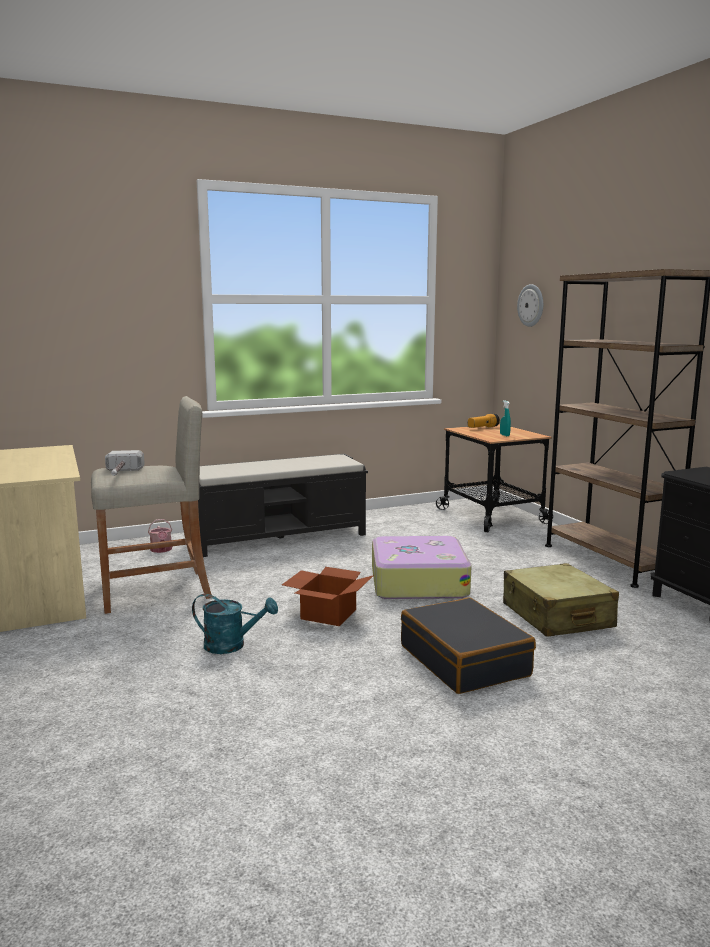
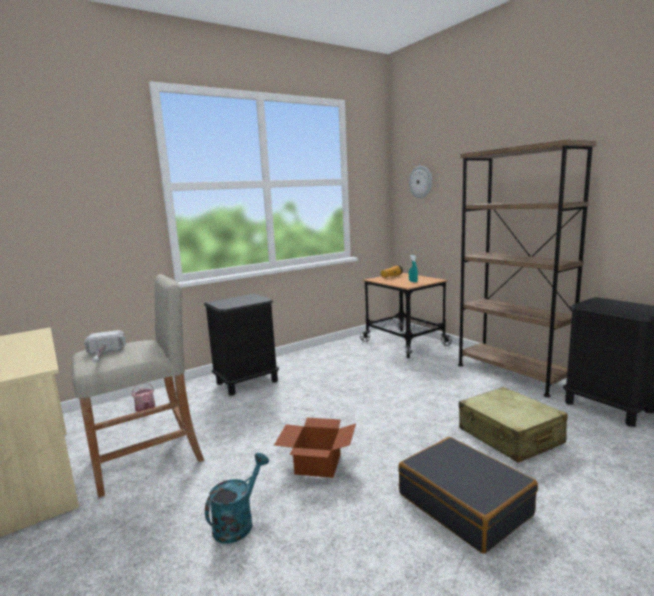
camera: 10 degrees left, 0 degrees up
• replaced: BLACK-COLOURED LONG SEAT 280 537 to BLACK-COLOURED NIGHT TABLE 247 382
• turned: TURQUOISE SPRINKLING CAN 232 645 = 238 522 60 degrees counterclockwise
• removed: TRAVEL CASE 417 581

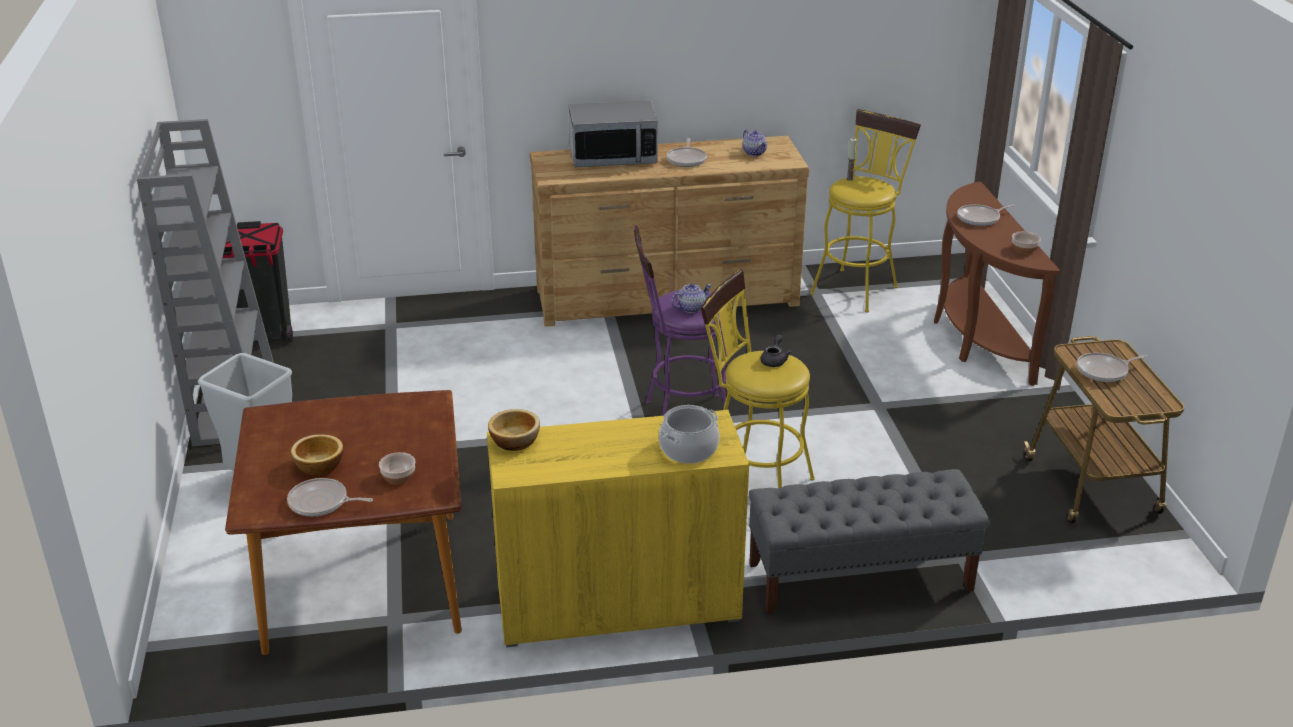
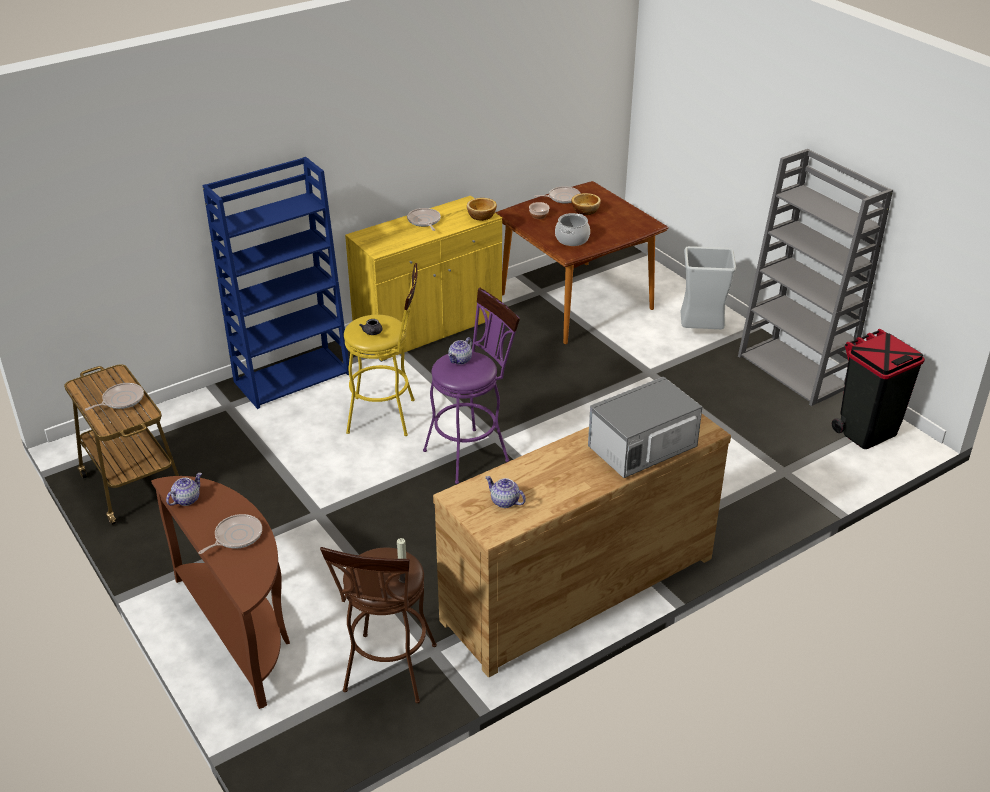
camera: 155 degrees right, 5 degrees up
• replaced: BOWL 1024 249 to TEA POT 186 499
• replaced: GREYISH LONG SEAT 859 577 to BLUE BOOKSHELF 293 377
• recoloured: YELLOWISH SITTING STOOL 857 287 to BROWN SITTING STOOL 388 674
• moved: SKILLET 687 159 to 424 221
• moved: STOCKPOT 688 450 to 572 239

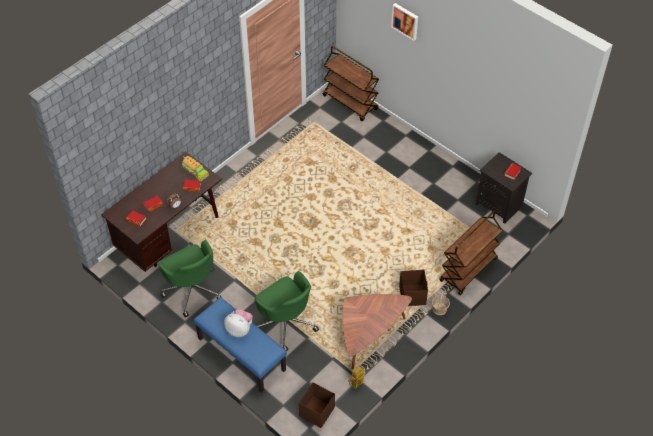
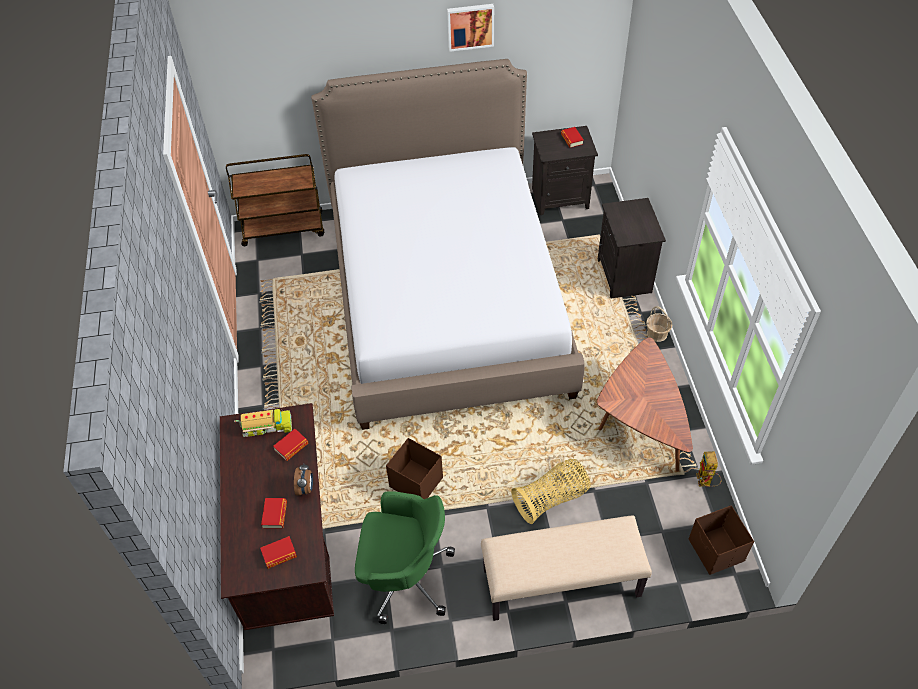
camera: 50 degrees left, 0 degrees up
• added: SLEEPING BED 447 299
• moved: BROWN STORAGE CONTAINER 412 295 to 415 482
• moved: PICTURE 405 21 to 470 26
• recoloured: BLUE LONG SEAT 241 354 to BEIGE-COLOURED LONG SEAT 561 583
• replaced: GREEN DESK CHAIR 286 322 to HOUSEHOLD BASKET 551 498
• replaced: BROWN TROLLEY 468 271 to BLACK-COLOURED NIGHT TABLE 625 276
• removed: PLUSH TOY 239 329

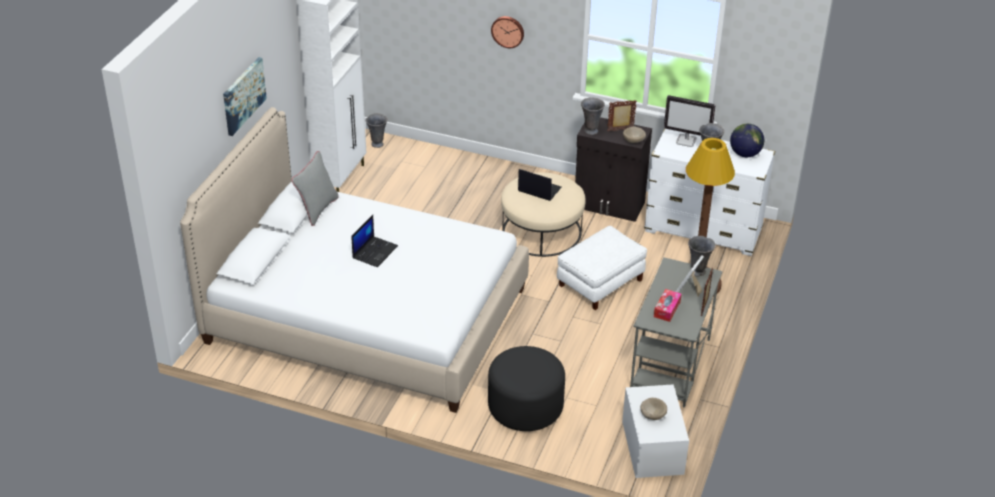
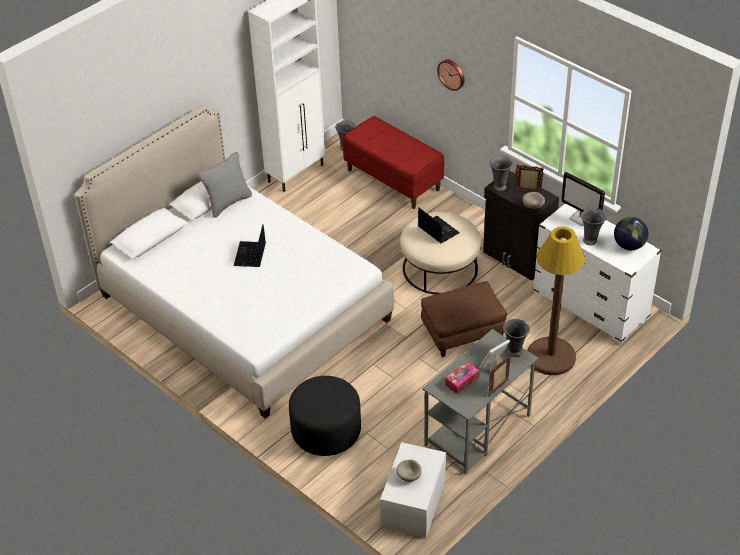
camera: 25 degrees right, 5 degrees up
• turned: NOTEBOOK COMPUTER 375 251 = 250 255 135 degrees clockwise
• added: RED-COLOURED LONG SEAT 393 180
• recoloured: WHITE OTTOMAN 600 282 to BROWN OTTOMAN 463 331
• removed: PICTURE 243 95

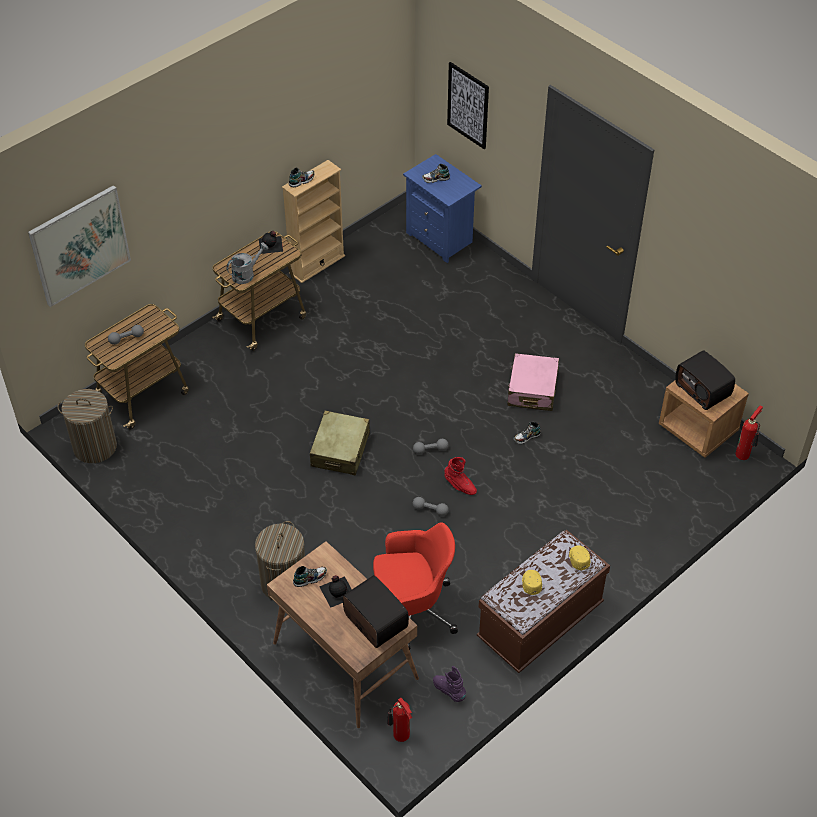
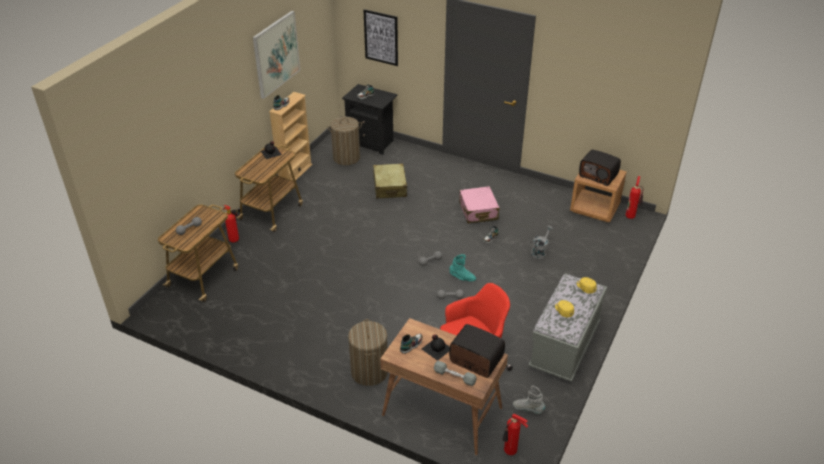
camera: 20 degrees left, 10 degrees down
• added: FIRE-FIGHTING CYLINDER 236 240
• moved: PICTURE 80 245 to 276 54
• moved: LAUNDRY BASKET 95 447 to 346 157
• recoloured: BLUE NIGHT TABLE 441 238 to BLACK-COLOURED NIGHT TABLE 372 142
• moved: BEIGE-COLOURED TRAVEL CASE 340 450 to 390 187
• added: GREYISH FREE WEIGHT 454 377
• recoloured: RED-COLOURED HIGH-TOP BOOT 460 486 to TURQUOISE HIGH-TOP BOOT 462 278
• recoloured: PURPLISH HIGH-TOP BOOT 449 691 to GREYISH HIGH-TOP BOOT 528 409
• recoloured: BROWN LONG SEAT 540 622 to GREYISH LONG SEAT 564 346
• moved: GREYISH SPRINKLING CAN 246 274 to 540 251

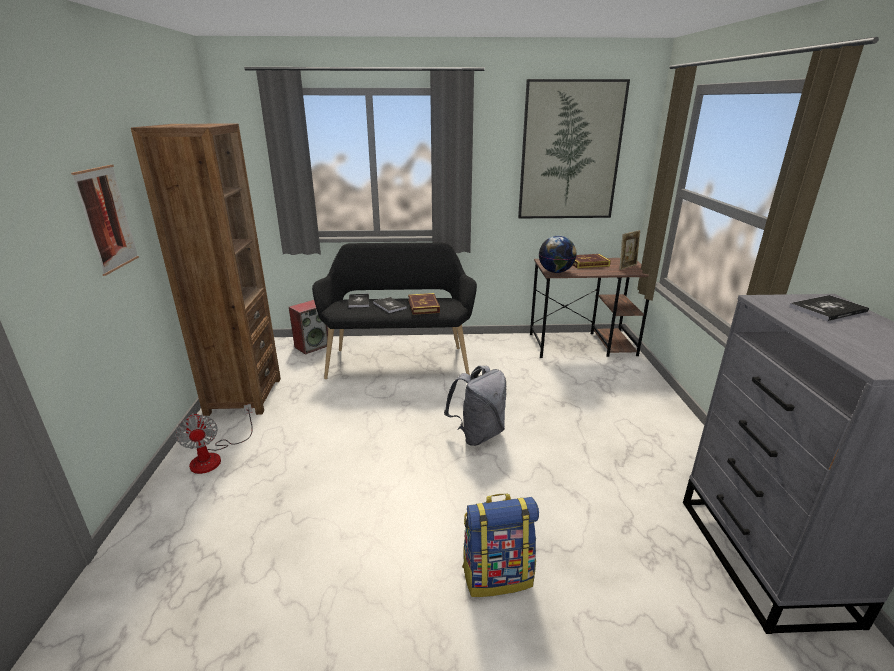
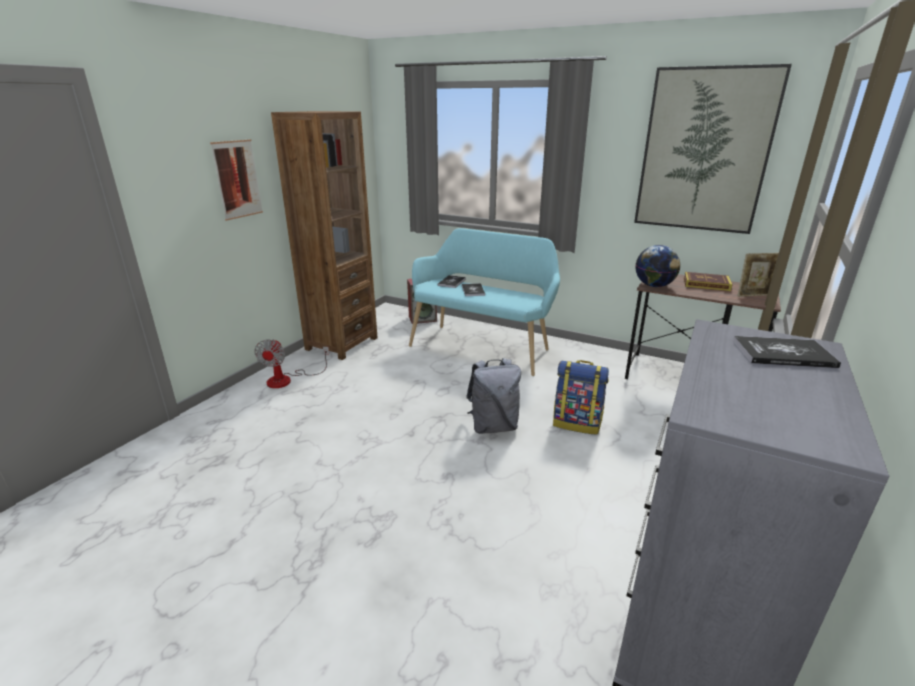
camera: 30 degrees right, 0 degrees up
• recoloured: BLACK-COLOURED LONG SEAT 399 360 to TURQUOISE LONG SEAT 483 346
• moved: RUCKSACK 497 575 to 577 423
• removed: BOOK 423 306

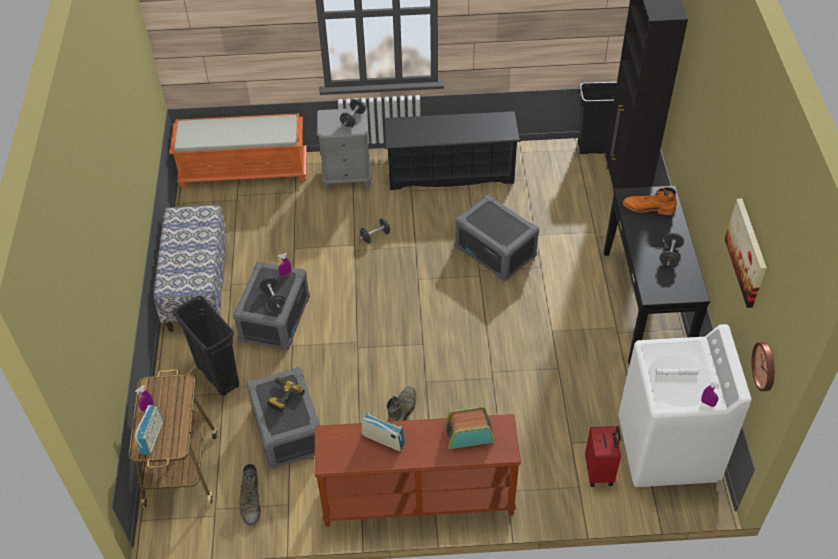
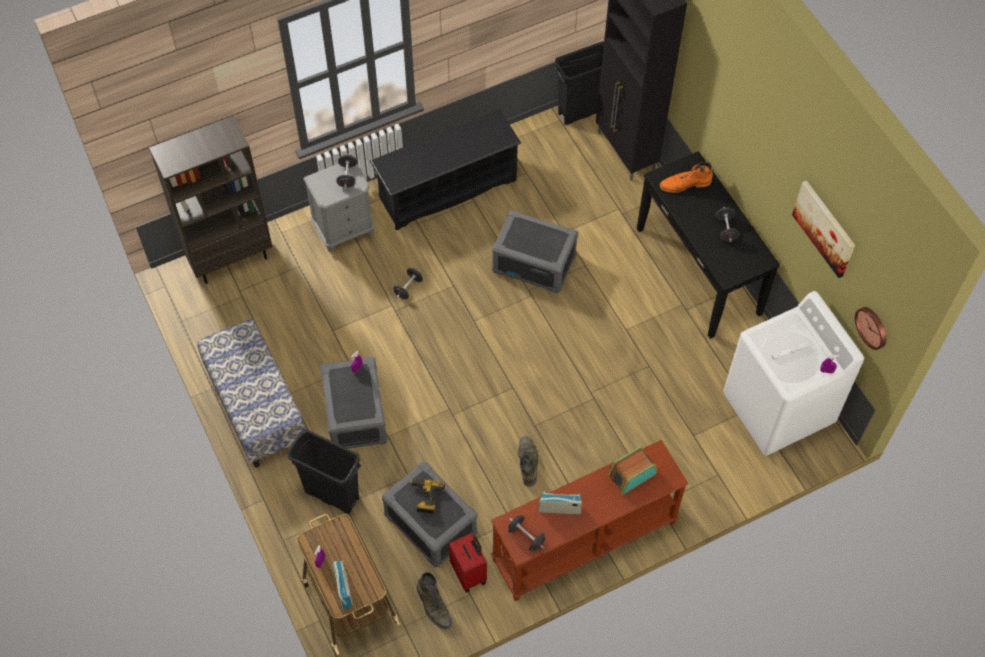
camera: 25 degrees left, 10 degrees up
• replaced: ORANGE-COLOURED LONG SEAT 244 170 to BROWN BOOKSHELF 231 258
• moved: RED-COLOURED TRAVEL CASE 600 471 to 469 573
• moved: BLACK-COLOURED FREE WEIGHT 273 298 to 526 537

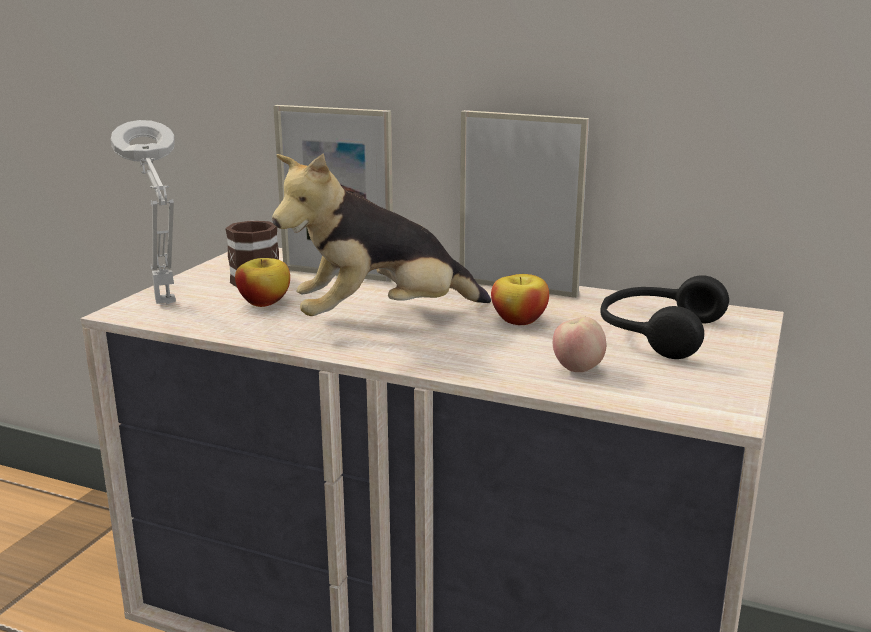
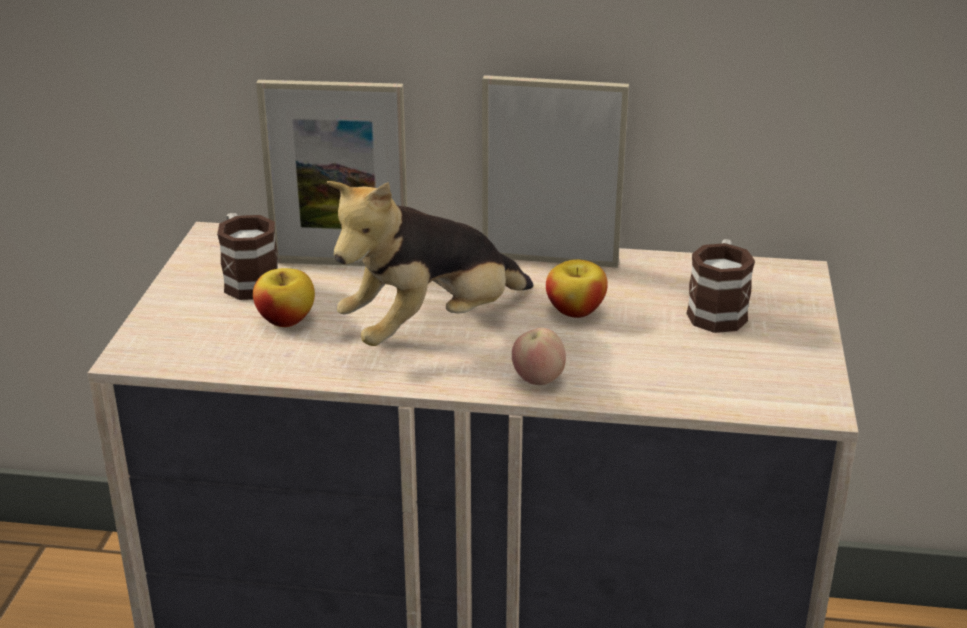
camera: 15 degrees left, 10 degrees up
• moved: WHOLE APPLE 578 369 to 538 380
• replaced: BLACK-COLOURED HEADPHONES 656 333 to TEA MUG 718 310
• removed: GREYISH TABLE LAMP 166 305

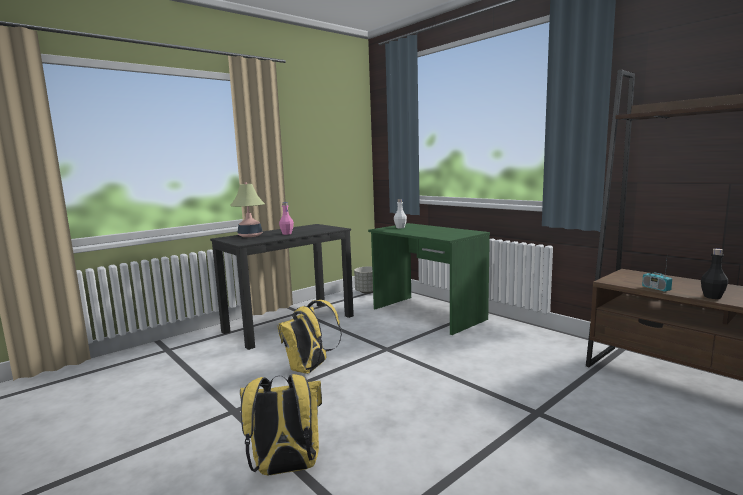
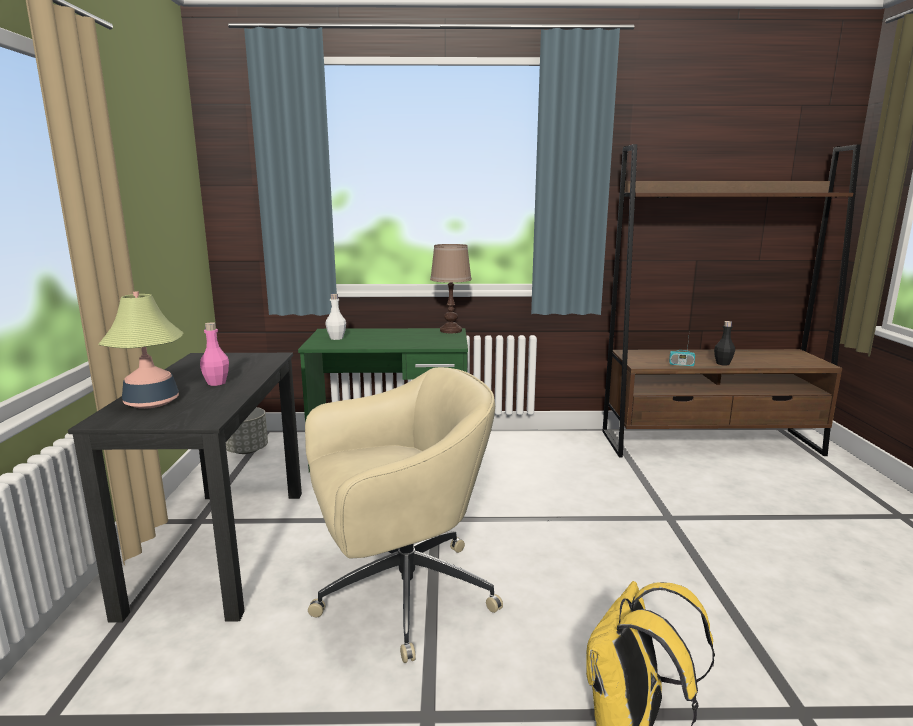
camera: 50 degrees left, 5 degrees up
• replaced: YELLOWISH RUCKSACK 310 369 to BEIGE-COLOURED DESK CHAIR 400 594
• added: BROWN TABLE LAMP 451 331

